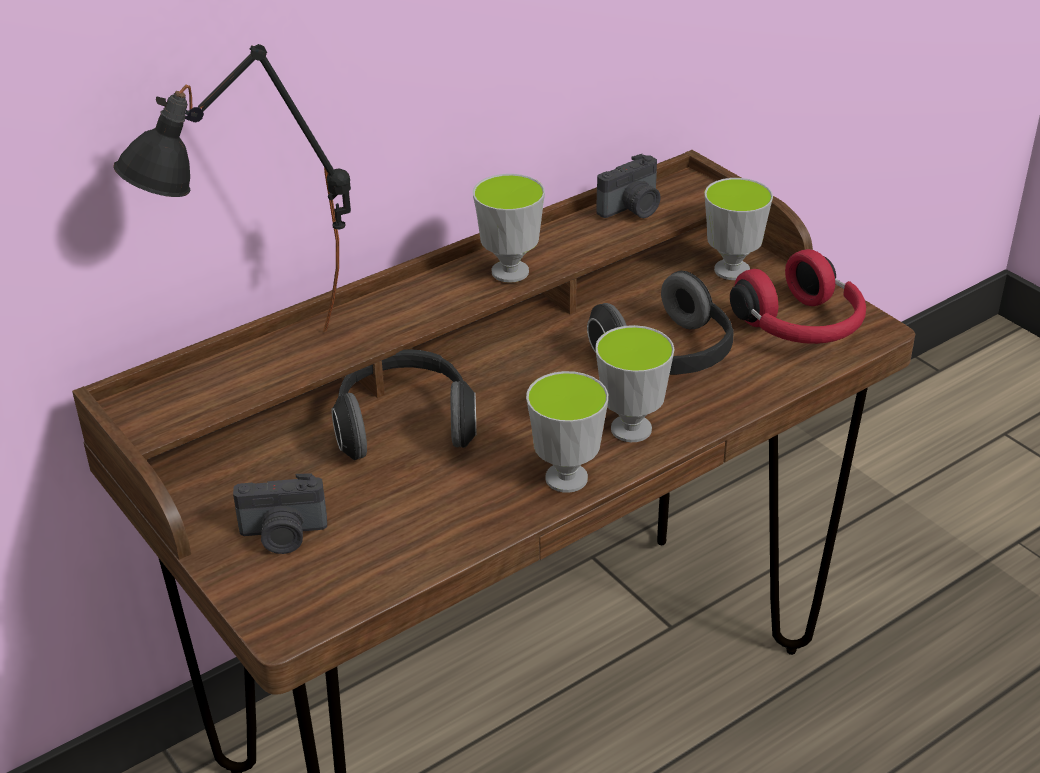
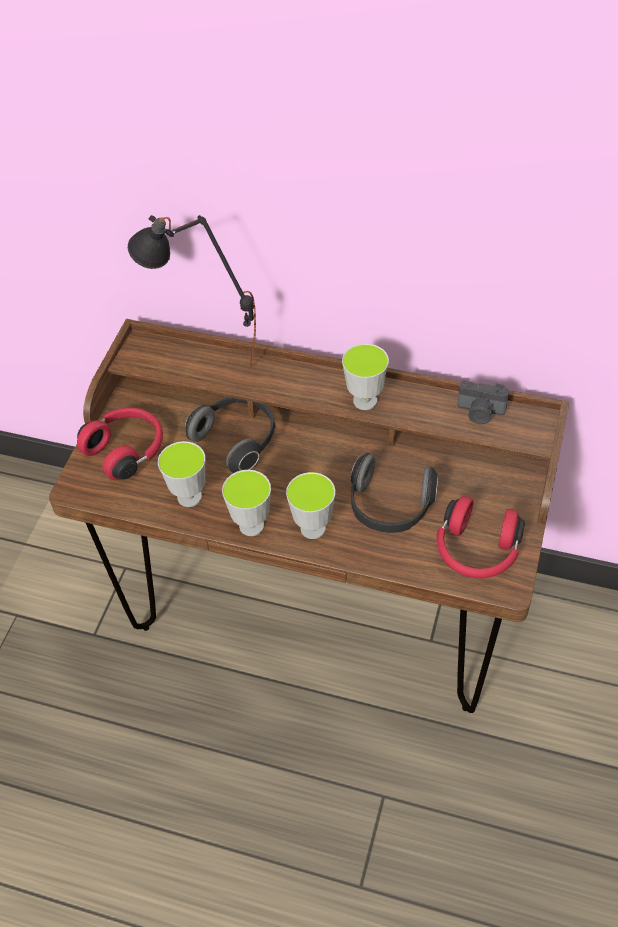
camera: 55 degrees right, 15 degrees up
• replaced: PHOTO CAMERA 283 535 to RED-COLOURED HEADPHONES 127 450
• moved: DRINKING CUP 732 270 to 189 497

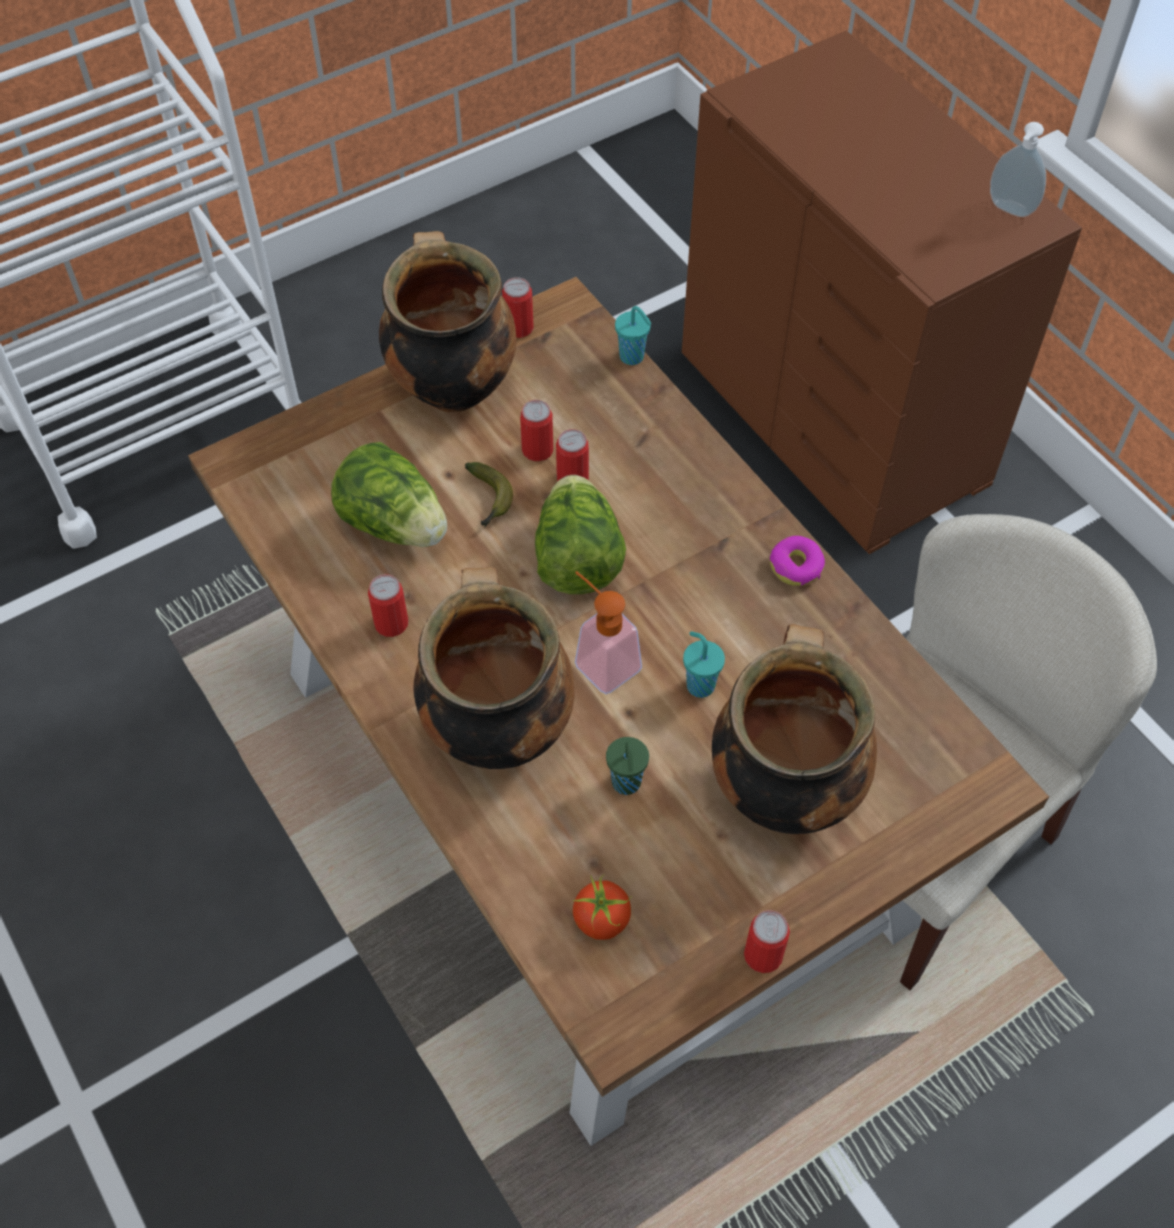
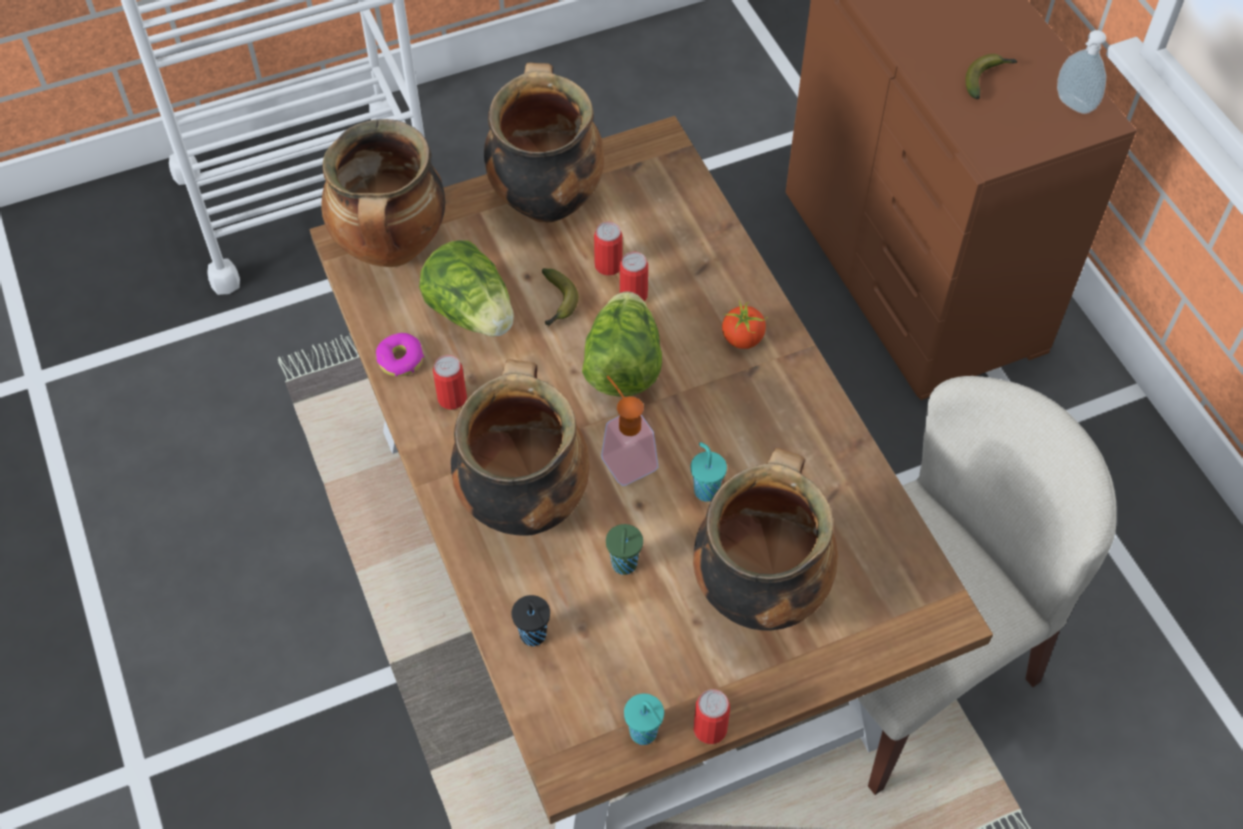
camera: 10 degrees right, 0 degrees up
• added: STOCKPOT 393 249
• moved: DONUT 796 567 to 400 360
• added: BLACK-COLOURED DRINKING CUP 534 636
• moved: TURQUOISE DRINKING CUP 633 357 to 644 734
• moved: FRESH TOMATO 602 920 to 742 339
• added: BANANA 987 79
• removed: SEALED CAN 518 328

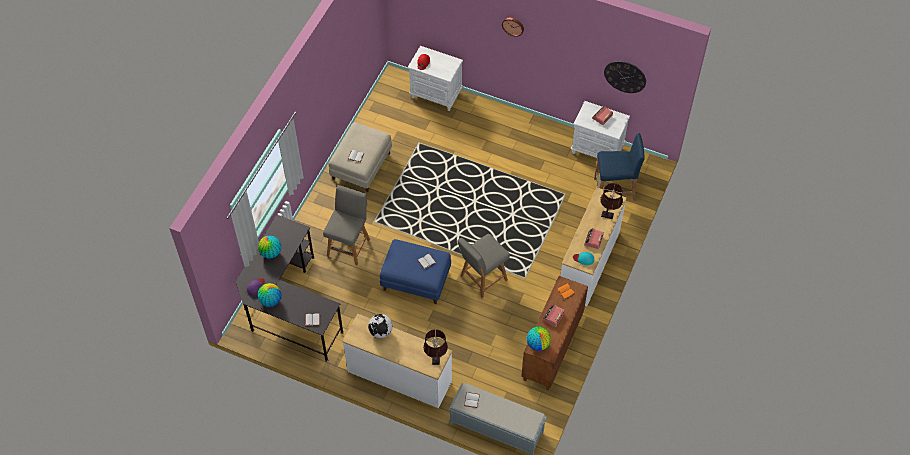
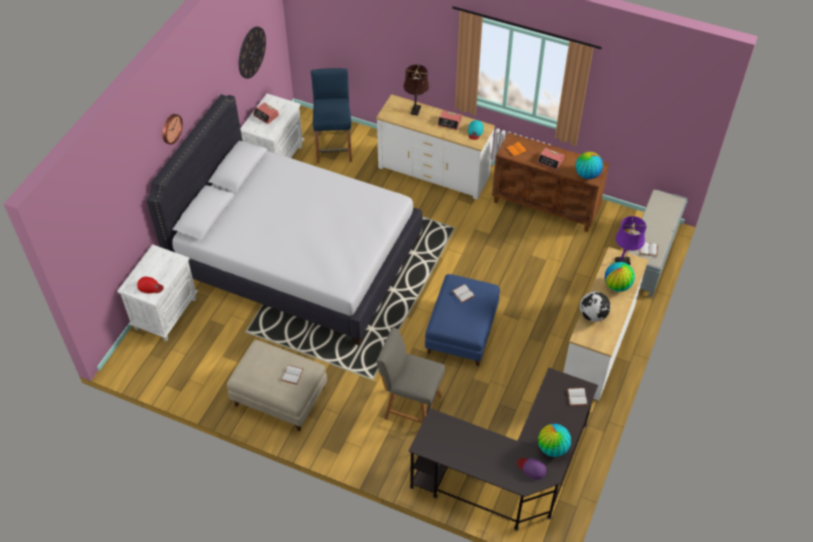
camera: 90 degrees left, 5 degrees down
• added: WHITE SLEEPING BED 296 257
• moved: GLOBE 271 253 to 617 285
• recoloured: BROWN TABLE LAMP 435 360 to PURPLISH TABLE LAMP 624 261
• removed: GREYISH CHAIR 482 279

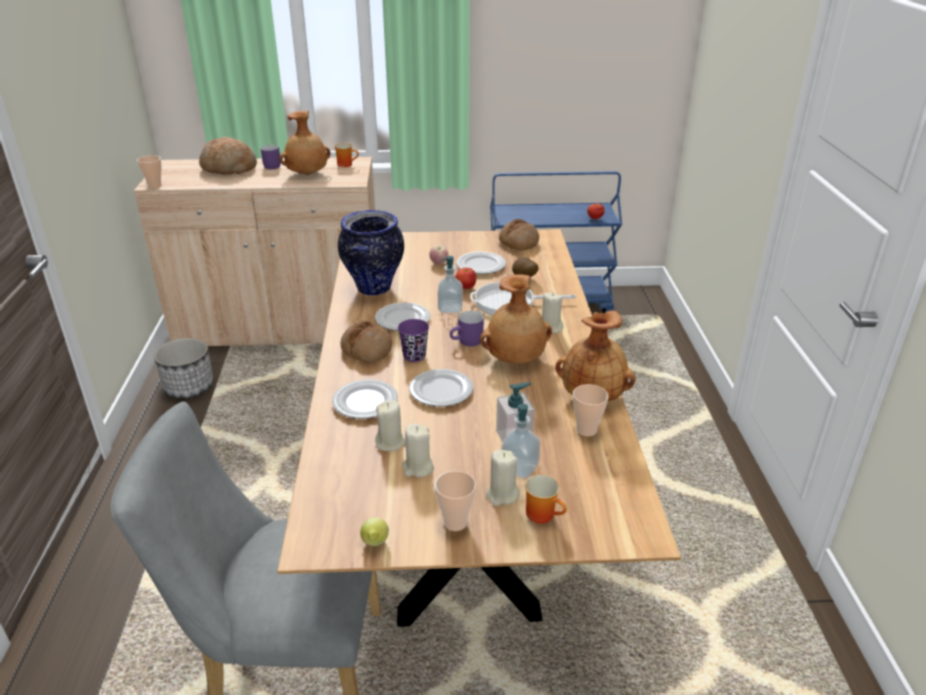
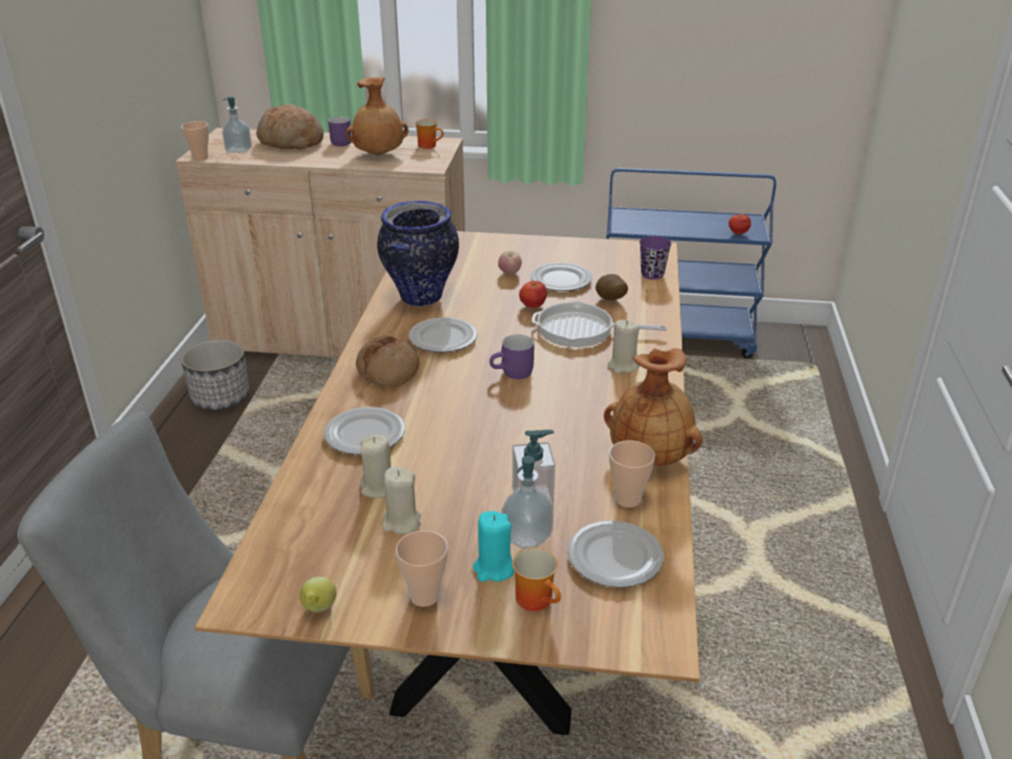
camera: 10 degrees right, 0 degrees up
• moved: LIQUID SOAP BOTTLE 450 308 to 239 150
• recoloured: BEIGE-COLOURED CANDLE 502 495 to TURQUOISE CANDLE 494 569
• moved: DINNER PLATE 440 391 to 613 557
• moved: PURPLISH DRINKING CUP 414 356 to 652 274
• removed: BROWN VASE 515 359
• removed: BREAD 518 242

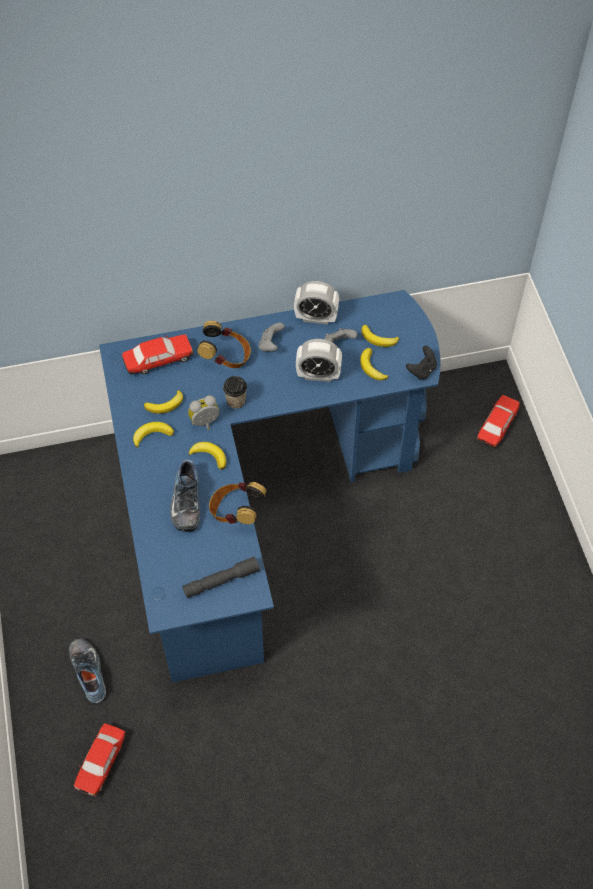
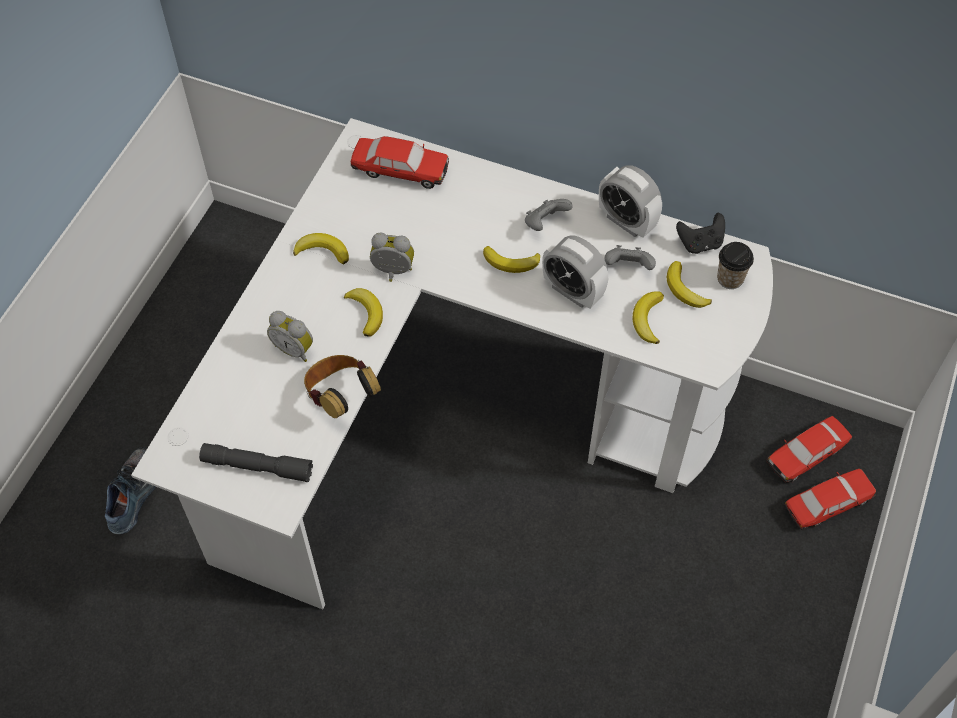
camera: 35 degrees right, 0 degrees up
• recoloured: BLUE DESK TABLE 252 503 to WHITE DESK TABLE 453 417
• replaced: SHOE 185 501 to BEDSIDE CLOCK 294 348
• moved: BANANA 166 405 to 511 262
• moved: BLACK-COLOURED JOYPAD 422 370 to 700 243
• moved: DRINKING CUP 236 401 to 730 279
• moved: TOY CAR 101 762 to 806 455
• removed: HEADPHONES 226 357

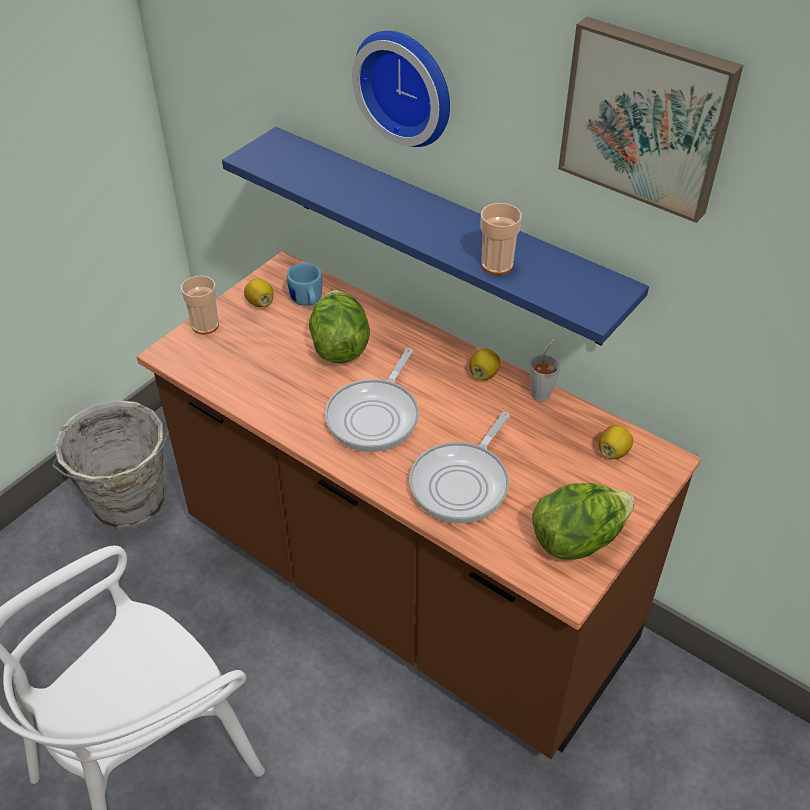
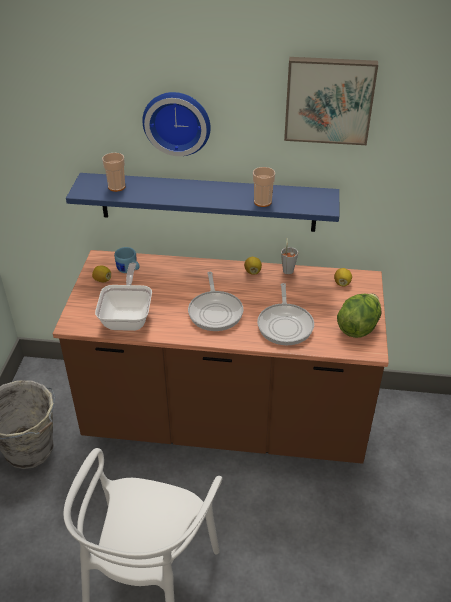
camera: 30 degrees left, 5 degrees down
• added: SKILLET 128 316
• moved: DRINKING CUP 205 325 to 116 187
• removed: LETTUCE HEAD 339 346

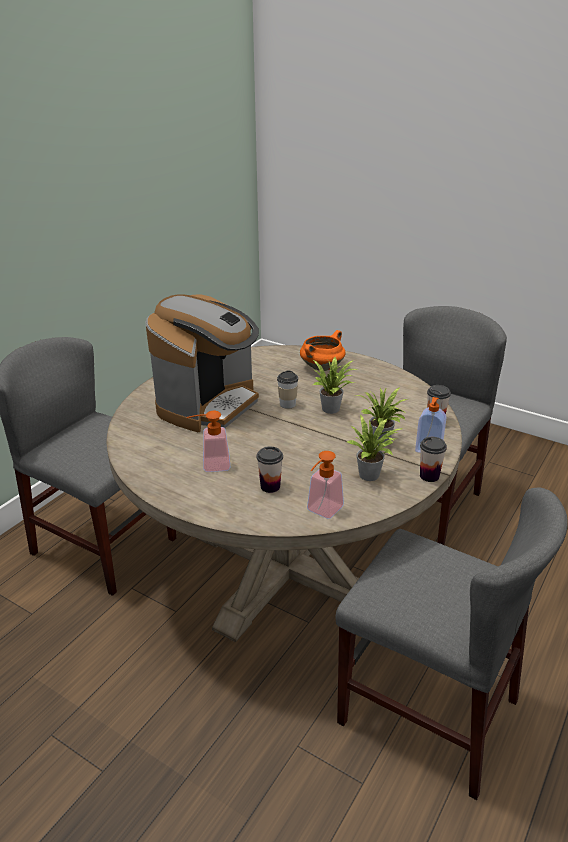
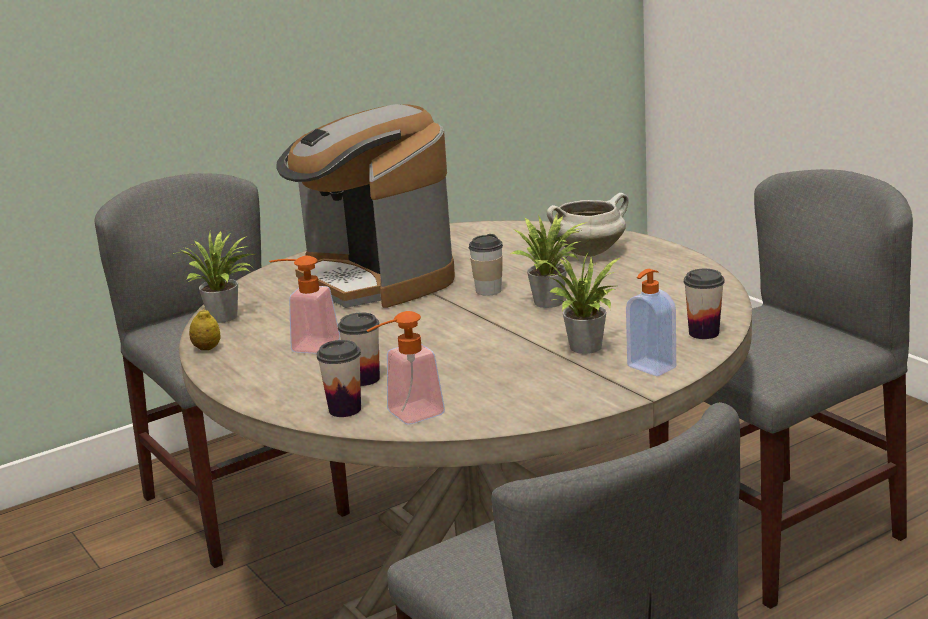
camera: 25 degrees right, 10 degrees down
• moved: POTTED PLANT 372 475 to 226 318
• added: LEMON 207 348
• turned: COFFEE MAKER 209 404 = 375 280 90 degrees clockwise
• moved: DRINKING CUP 429 476 to 345 409
• recoloured: ORANGE-COLOURED STOCKPOT 322 367 to WHITE STOCKPOT 589 252

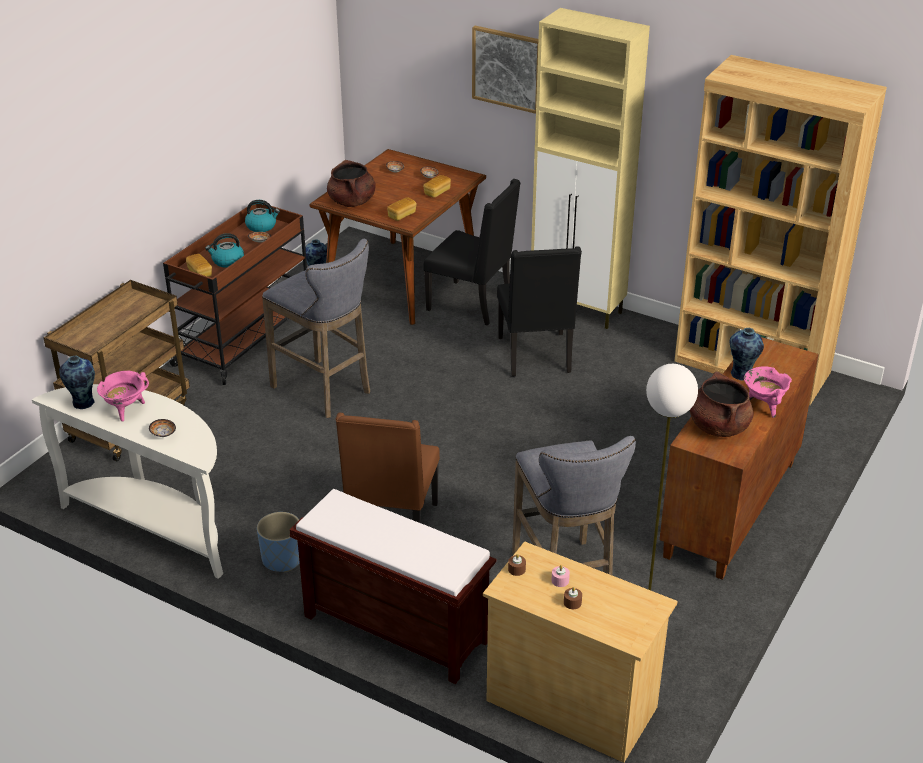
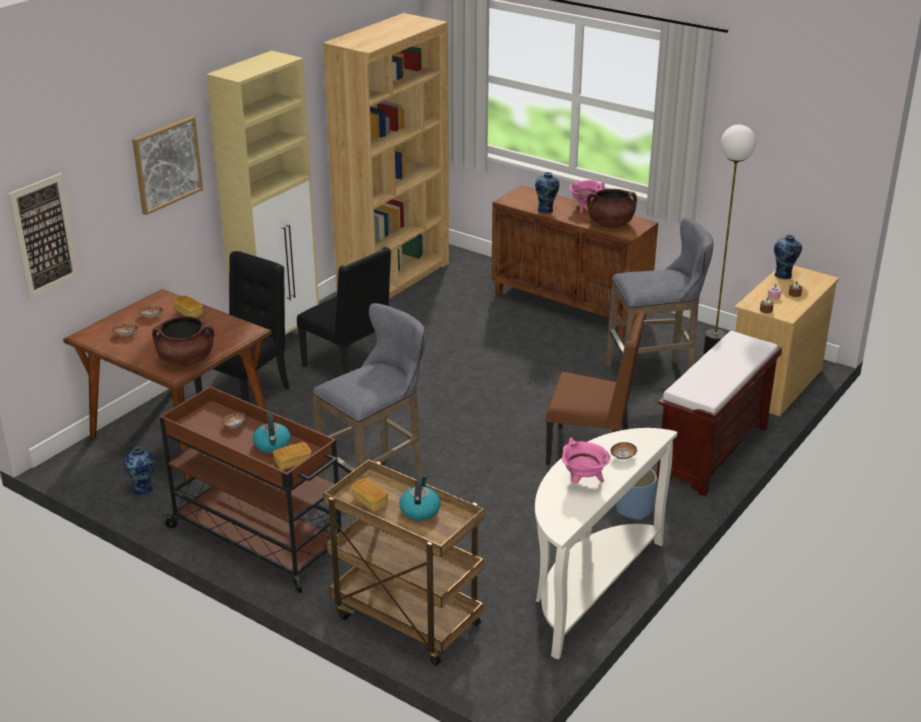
camera: 85 degrees left, 5 degrees down
• added: PICTURE 44 236
• turned: BLACK-COLOURED CHAIR 536 356 = 349 367 45 degrees clockwise
• moved: BREAD 402 215 to 370 502
• moved: TEA KETTLE 262 226 to 420 510
• moved: VASE 83 403 to 784 275

